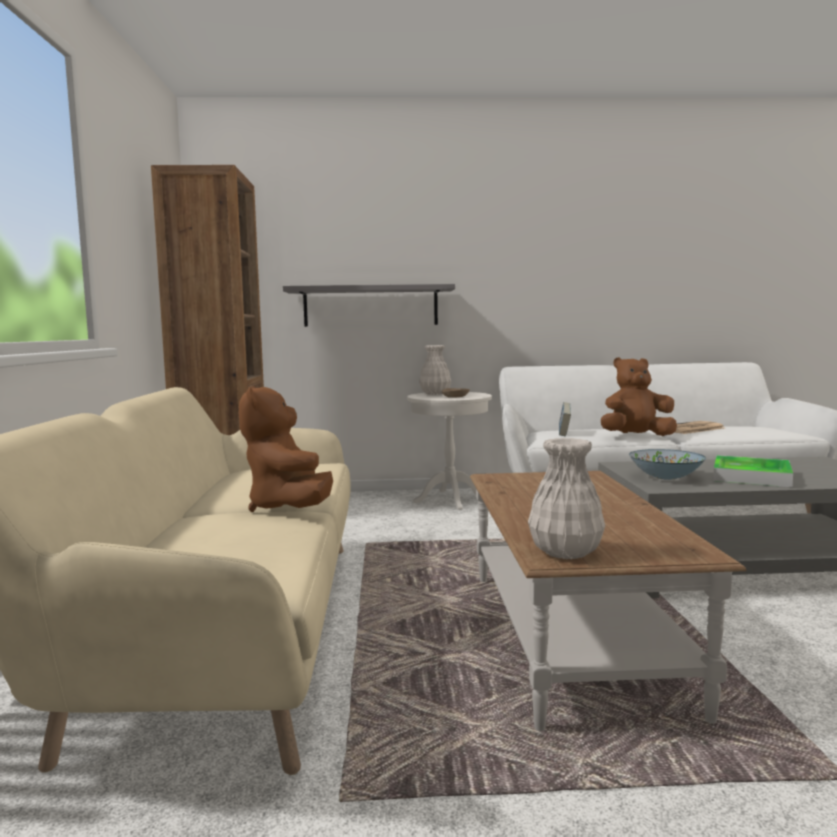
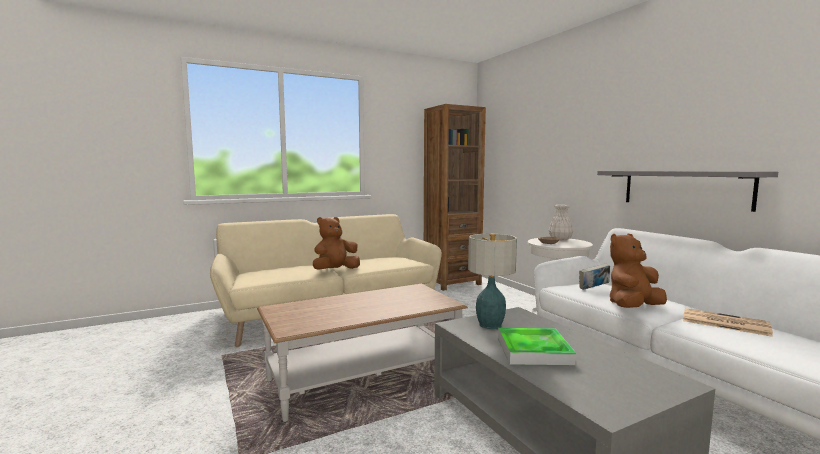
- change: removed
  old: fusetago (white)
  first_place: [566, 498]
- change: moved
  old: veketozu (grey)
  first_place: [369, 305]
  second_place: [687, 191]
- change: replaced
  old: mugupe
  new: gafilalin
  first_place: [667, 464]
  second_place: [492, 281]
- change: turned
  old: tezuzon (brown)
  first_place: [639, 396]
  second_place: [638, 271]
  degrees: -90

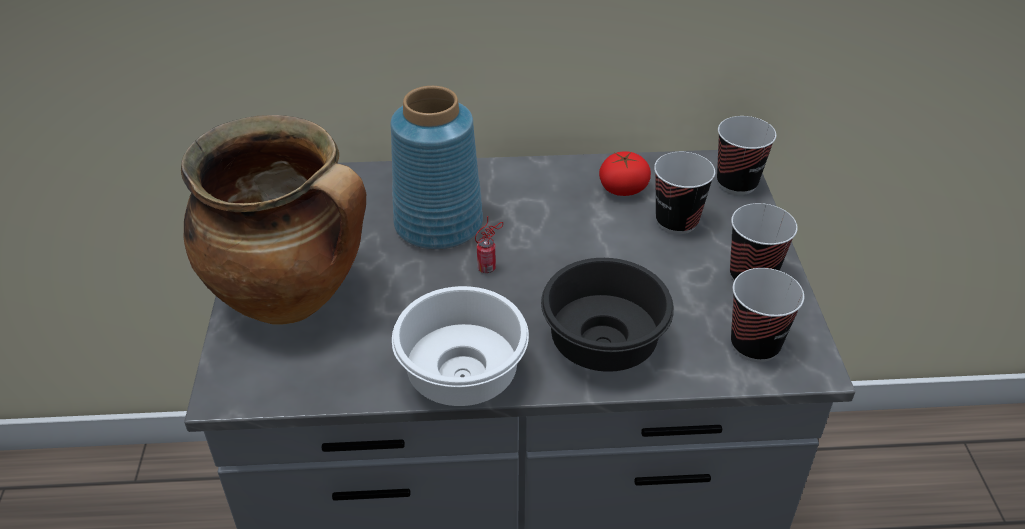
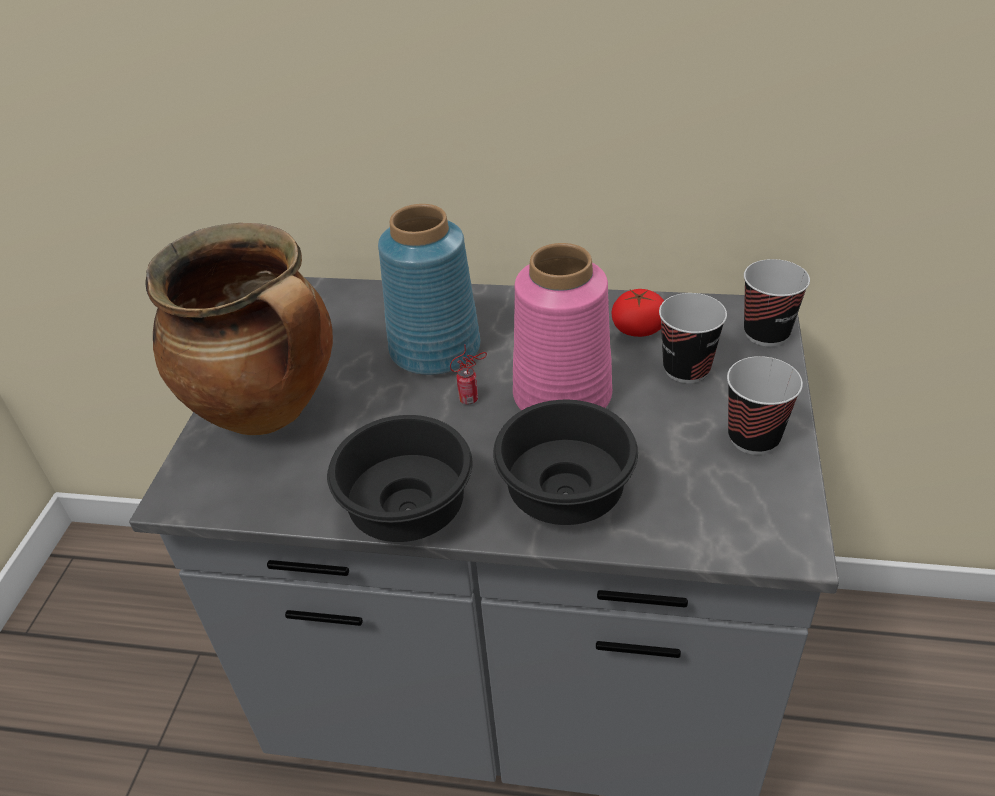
- change: removed
  old: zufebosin
  first_place: [767, 315]
- change: added
  new: fusetago (pink)
  second_place: [562, 327]
- change: recoloured
  old: mugupe (white)
  new: mugupe (black)
  first_place: [460, 346]
  second_place: [399, 478]

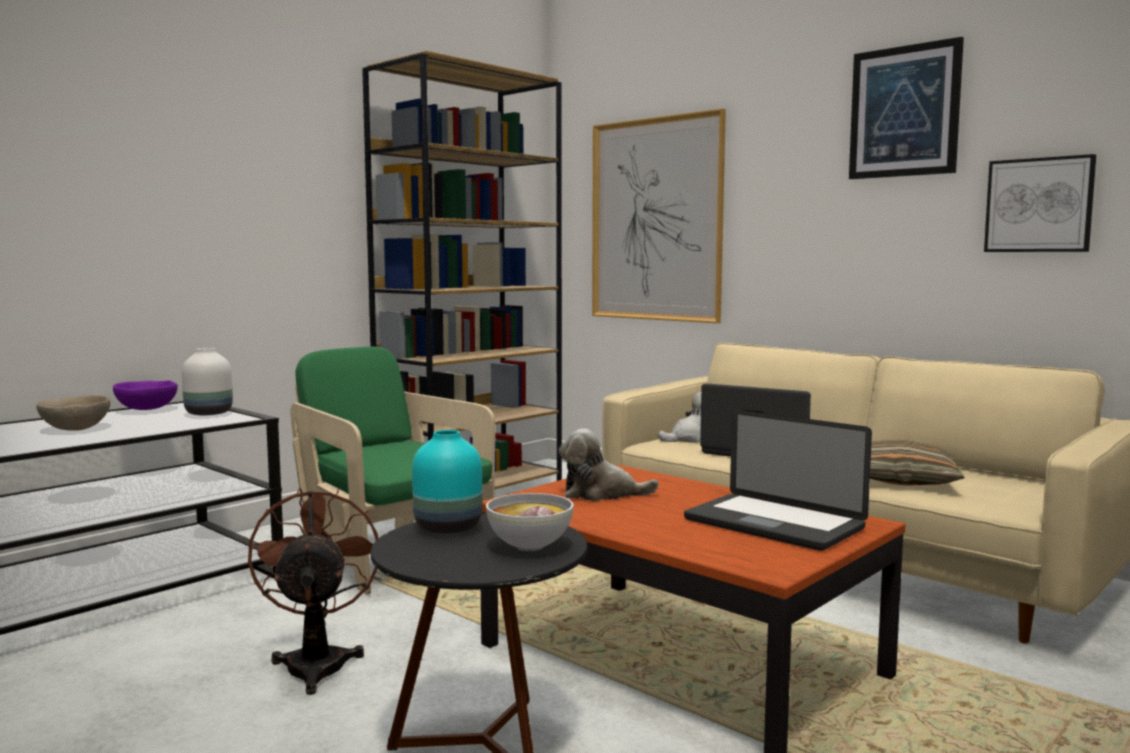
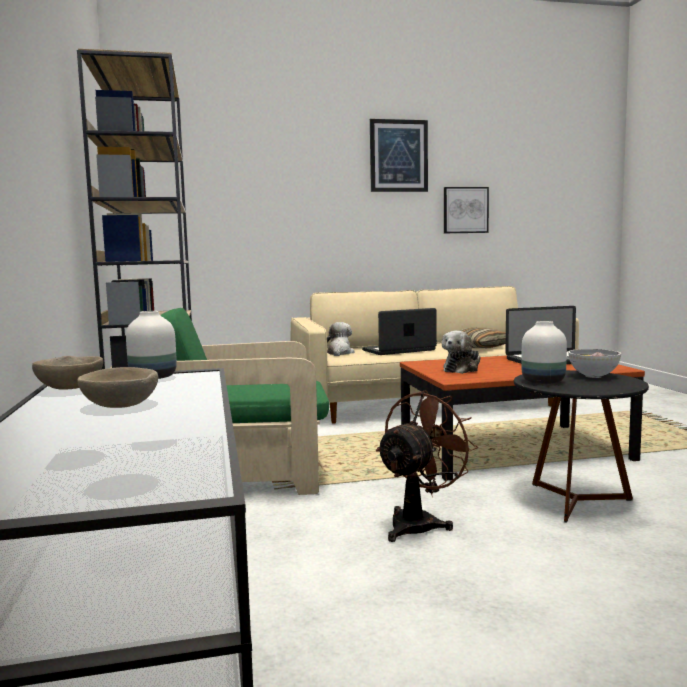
- change: removed
  old: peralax
  first_place: [659, 215]
- change: recoloured
  old: mugupe (purple)
  new: mugupe (beige)
  first_place: [145, 395]
  second_place: [67, 373]
- change: recoloured
  old: fusetago (turquoise)
  new: fusetago (white)
  first_place: [447, 482]
  second_place: [544, 352]
- change: turned
  old: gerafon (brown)
  first_place: [313, 591]
  second_place: [427, 466]
  degrees: 105

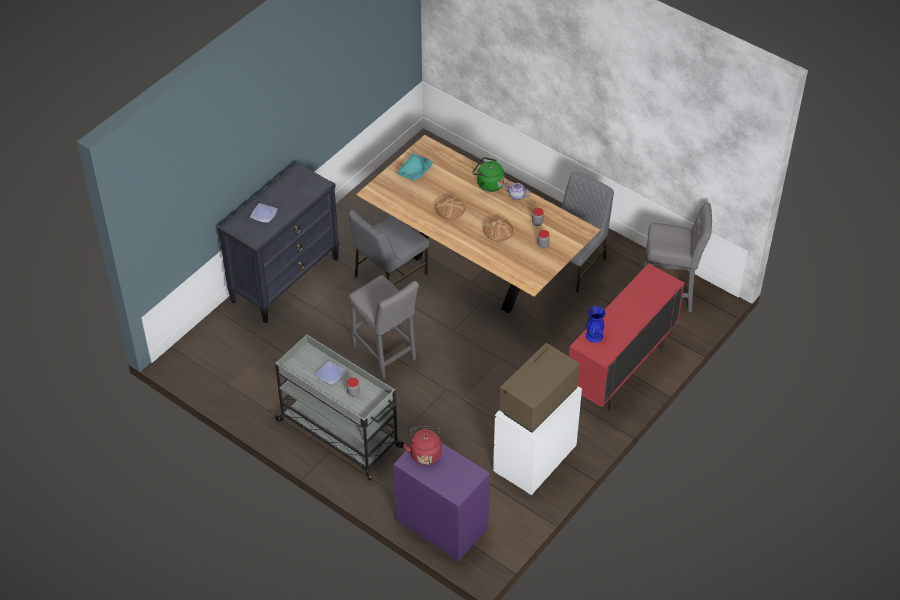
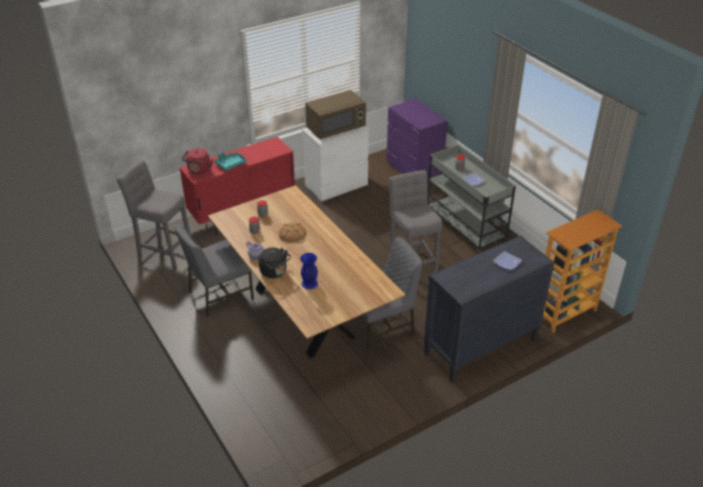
- change: removed
  old: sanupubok
  first_place: [450, 208]
- change: added
  new: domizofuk
  second_place: [582, 271]
- change: moved
  old: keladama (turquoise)
  first_place: [415, 167]
  second_place: [230, 161]
- change: moved
  old: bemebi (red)
  first_place: [422, 445]
  second_place: [197, 161]
- change: moved
  old: fusetago (blue)
  first_place: [595, 324]
  second_place: [309, 271]
- change: recoloured
  old: bemebi (green)
  new: bemebi (black)
  first_place: [488, 174]
  second_place: [275, 262]

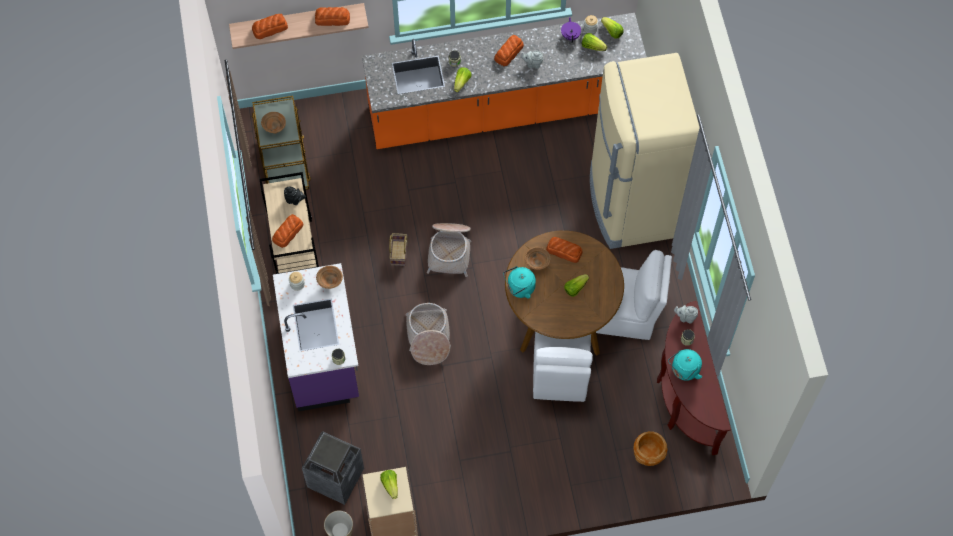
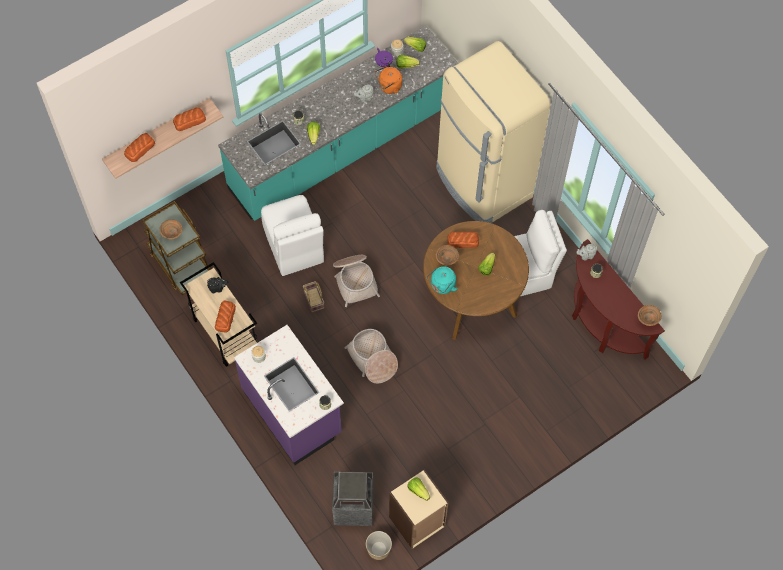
- change: removed
  old: sanupubok
  first_place: [509, 50]
- change: removed
  old: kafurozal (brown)
  first_place: [650, 448]
- change: removed
  old: bemebi (turquoise)
  first_place: [685, 365]
- change: added
  new: bemebi (orange)
  second_place: [388, 80]
- change: moved
  old: mugupe (brown)
  first_place: [329, 277]
  second_place: [650, 315]
- change: moved
  old: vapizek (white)
  first_place: [563, 367]
  second_place: [292, 235]
- change: recoloured
  old: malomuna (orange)
  new: malomuna (turquoise)
  first_place: [504, 81]
  second_place: [338, 123]

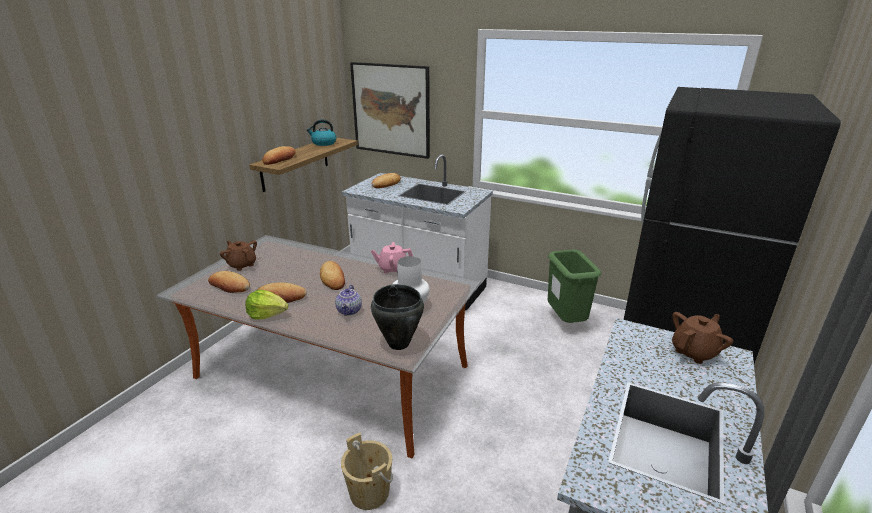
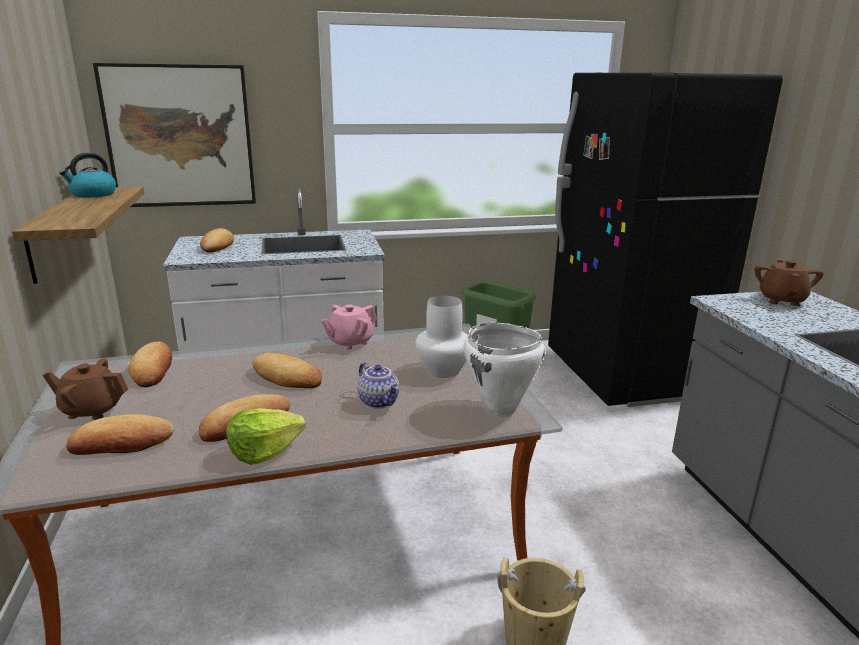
- change: moved
  old: sanupubok
  first_place: [279, 155]
  second_place: [150, 364]
- change: recoloured
  old: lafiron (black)
  new: lafiron (white)
  first_place: [397, 317]
  second_place: [504, 370]

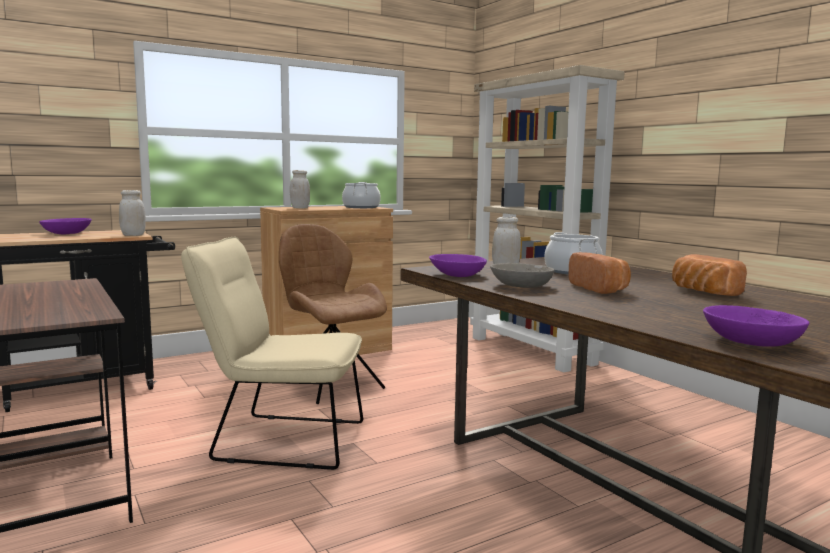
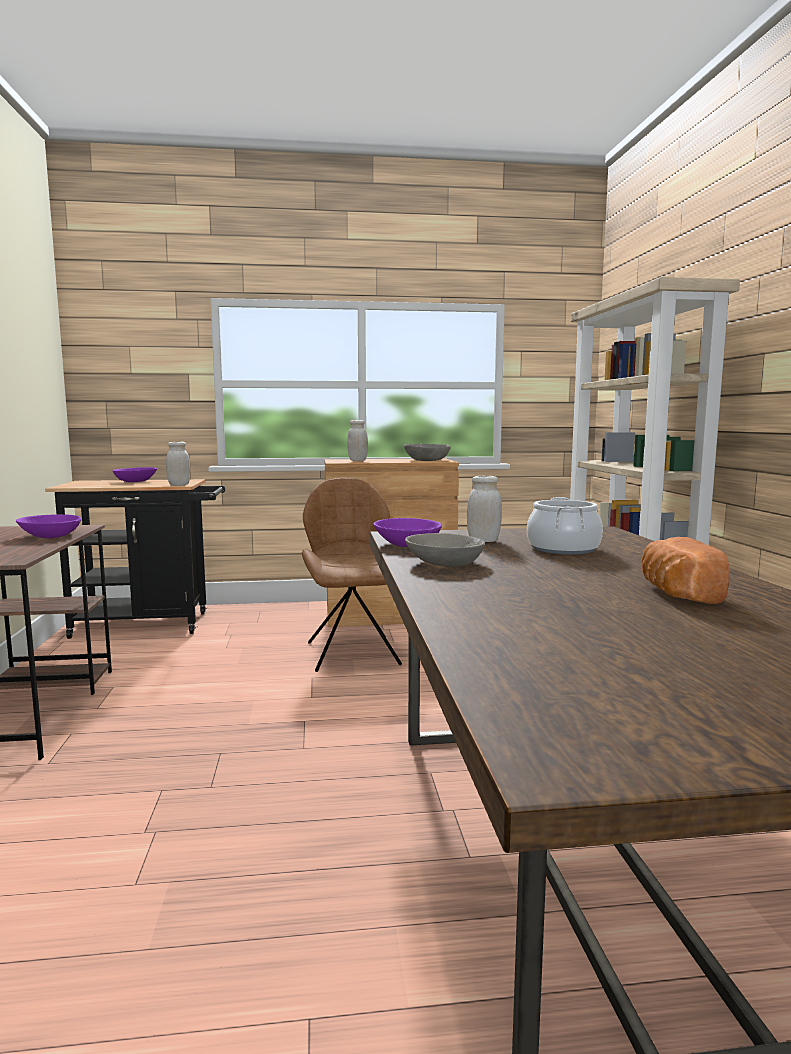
- change: removed
  old: vapizek (beige)
  first_place: [272, 353]
- change: removed
  old: sanupubok
  first_place: [600, 273]
- change: moved
  old: mugupe (purple)
  first_place: [756, 326]
  second_place: [48, 526]
- change: replaced
  old: lafiron
  new: mugupe (grey)
  first_place: [361, 195]
  second_place: [427, 452]

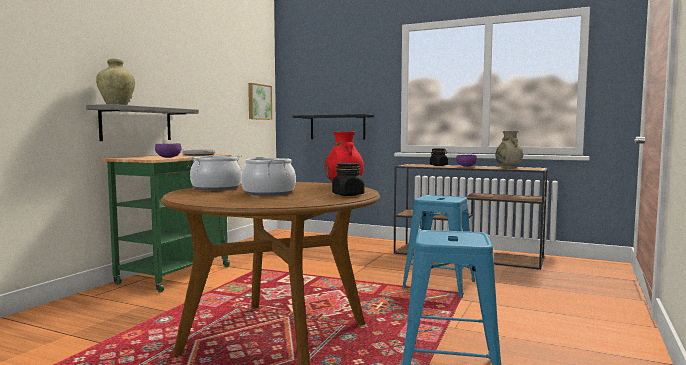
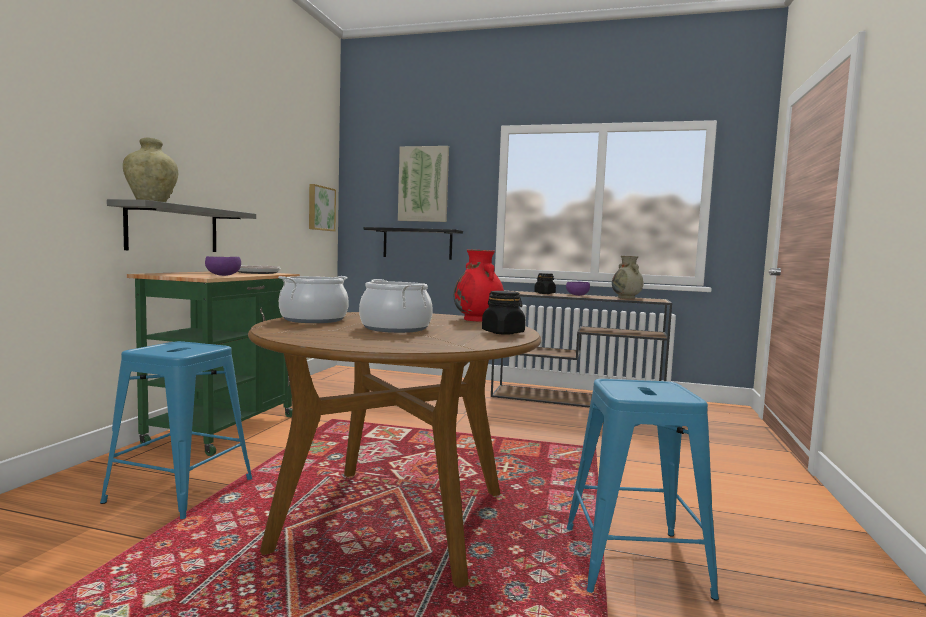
- change: added
  new: peralax
  second_place: [423, 184]
- change: moved
  old: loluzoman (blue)
  first_place: [438, 246]
  second_place: [176, 430]

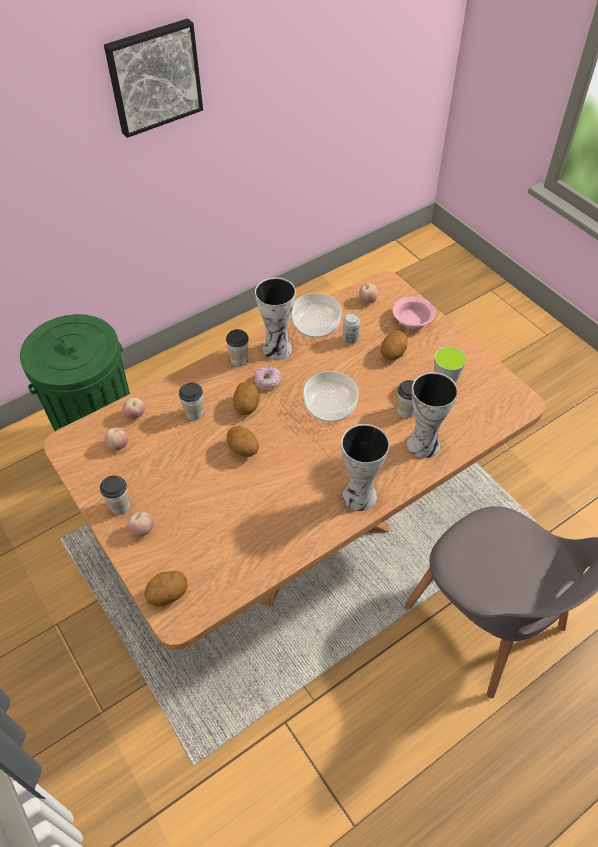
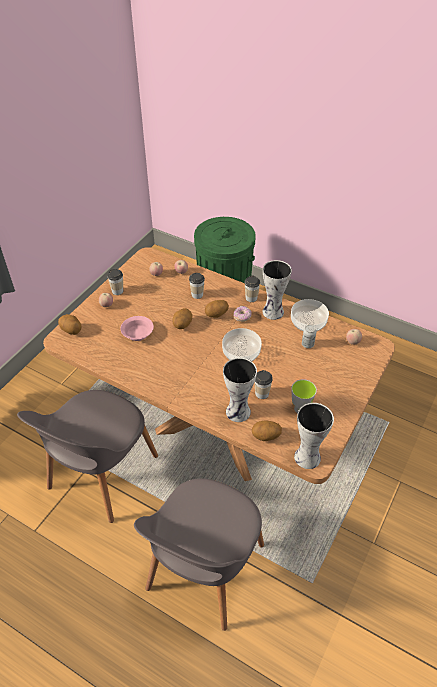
- change: removed
  old: peralax
  first_place: [153, 78]
- change: added
  new: vapizek (grey)
  second_place: [87, 456]
- change: moved
  old: fusetago
  first_place: [365, 467]
  second_place: [314, 436]
- change: moved
  old: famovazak
  first_place: [394, 345]
  second_place: [267, 430]
- change: moved
  old: mugupe (pink)
  first_place: [414, 312]
  second_place: [137, 328]

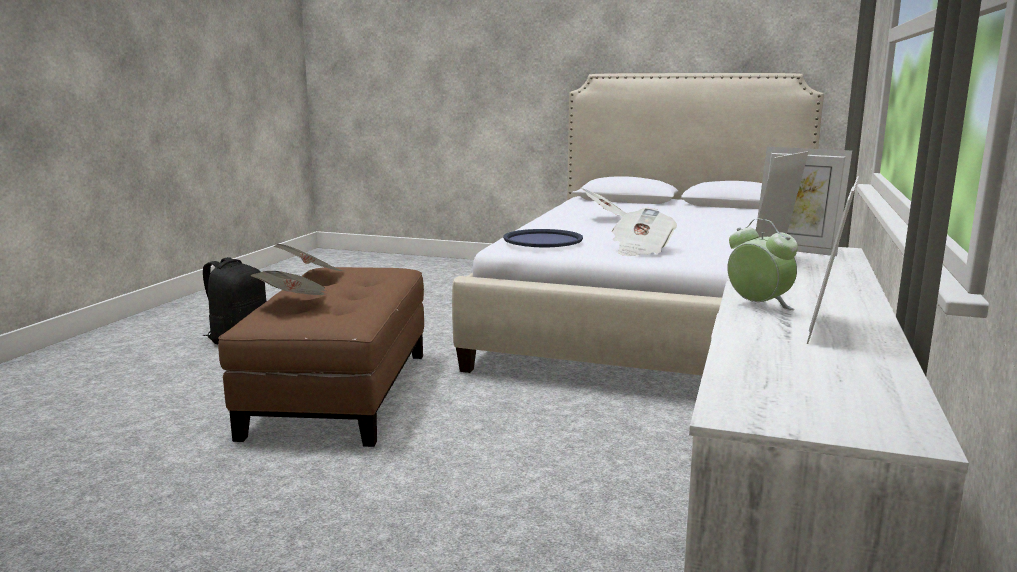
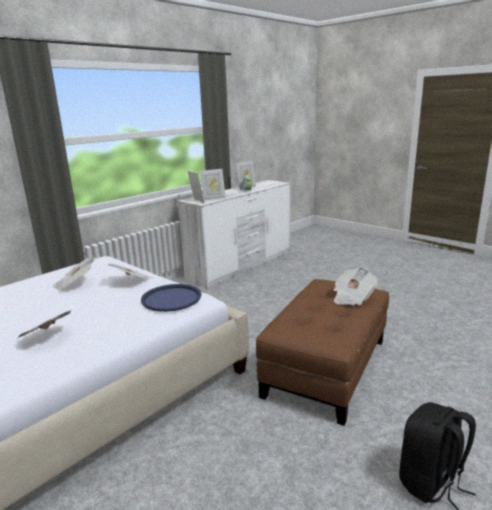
- change: moved
  old: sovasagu
  first_place: [309, 257]
  second_place: [74, 274]

